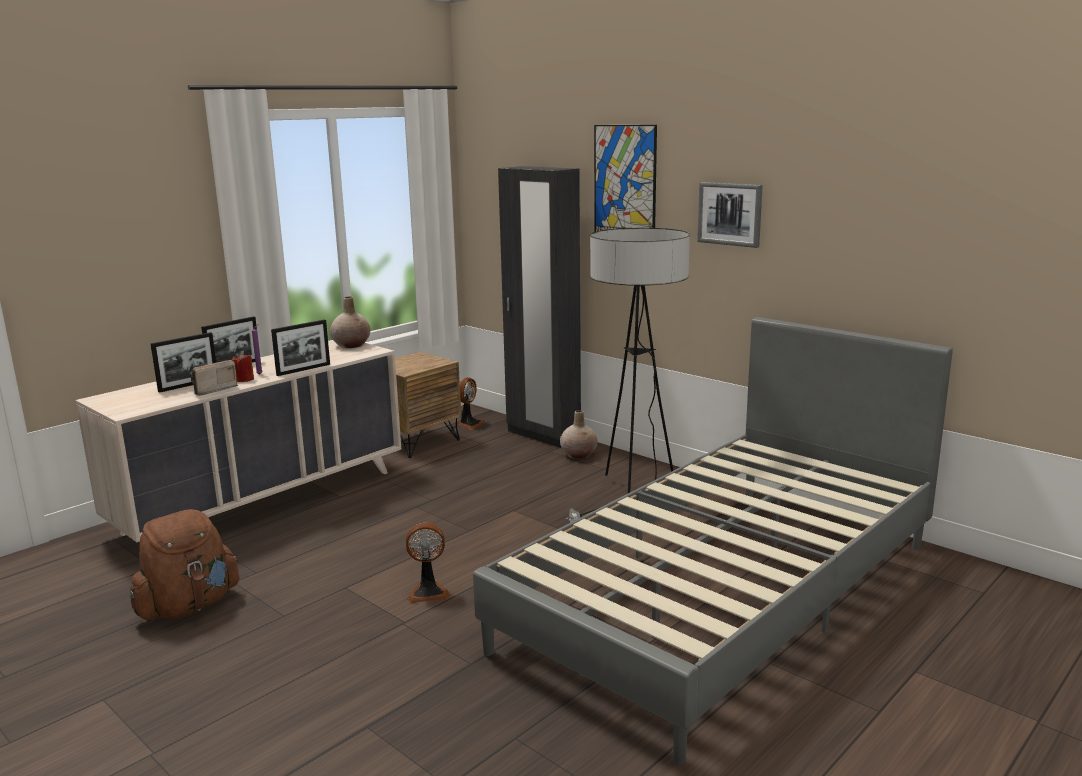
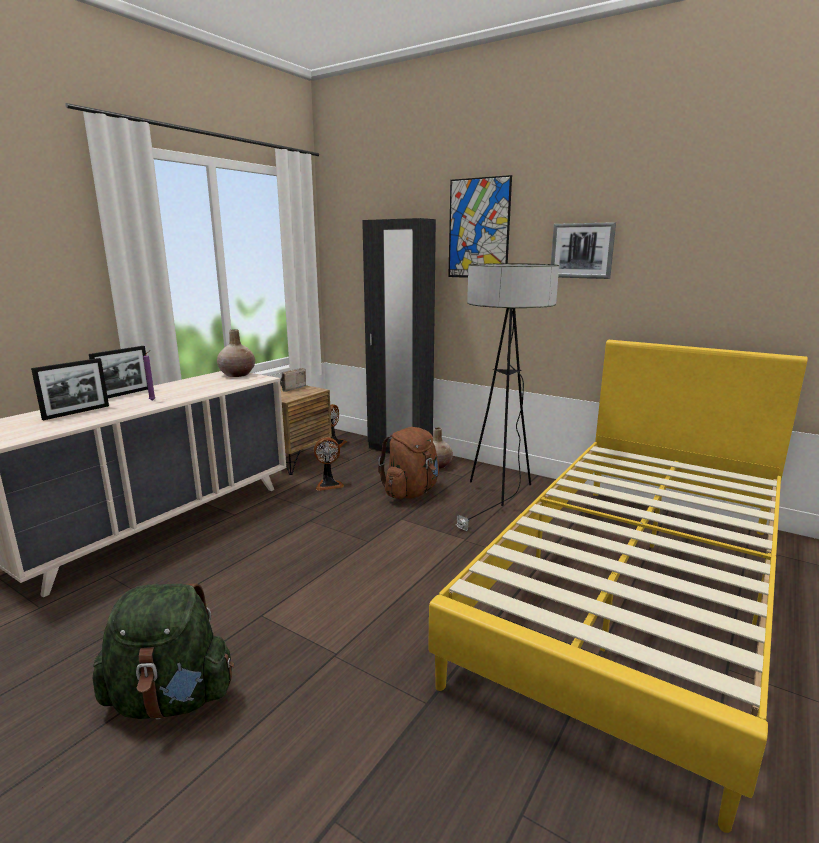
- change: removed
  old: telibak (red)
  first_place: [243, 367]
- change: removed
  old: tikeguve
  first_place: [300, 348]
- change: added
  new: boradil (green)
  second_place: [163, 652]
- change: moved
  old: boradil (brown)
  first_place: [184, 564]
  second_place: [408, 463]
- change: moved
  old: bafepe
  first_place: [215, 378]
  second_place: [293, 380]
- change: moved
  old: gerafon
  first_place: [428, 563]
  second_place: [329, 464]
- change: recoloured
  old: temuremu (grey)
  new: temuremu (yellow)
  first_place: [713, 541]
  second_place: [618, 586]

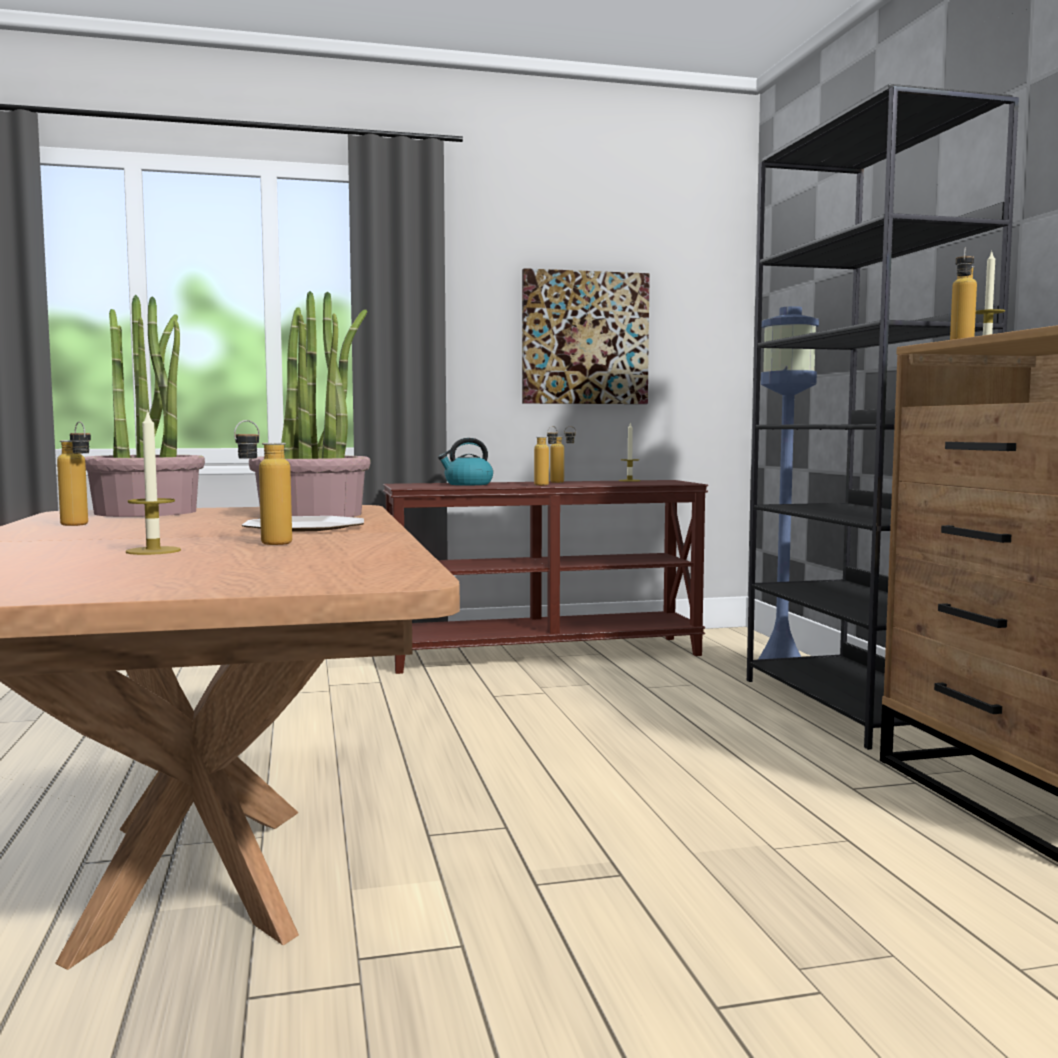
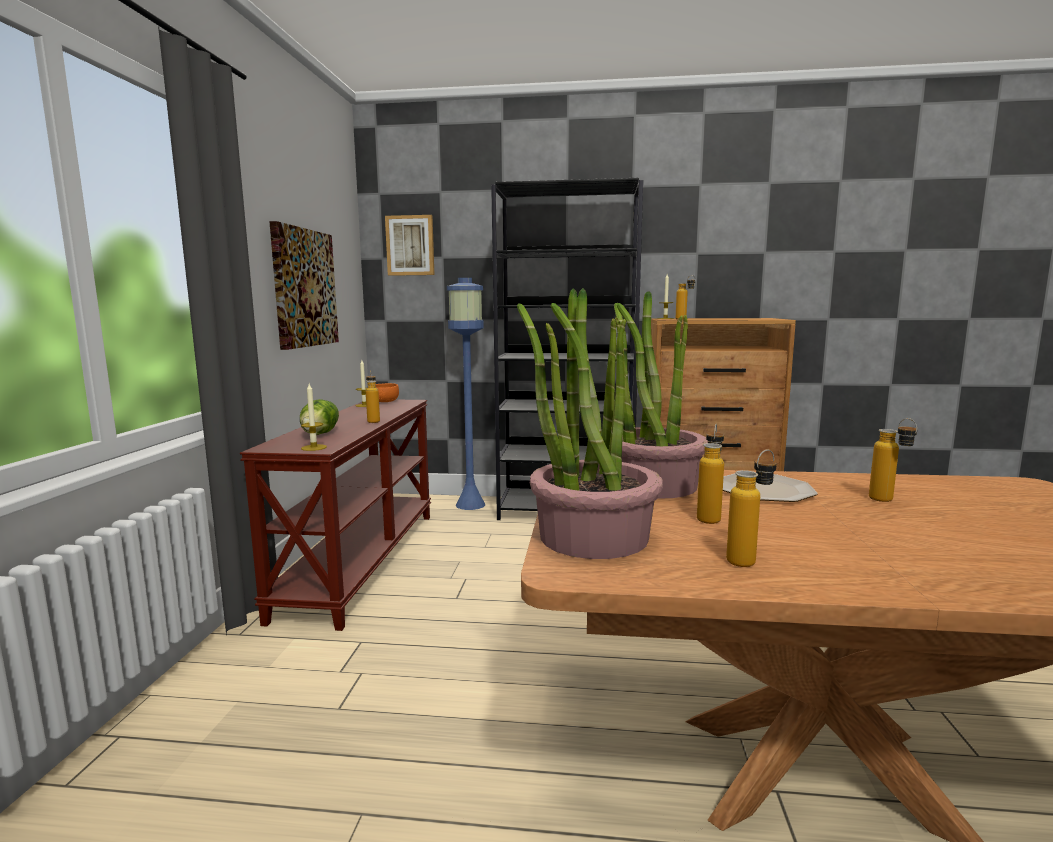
- change: added
  new: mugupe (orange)
  second_place: [387, 392]
- change: added
  new: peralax
  second_place: [410, 245]
- change: moved
  old: telibak
  first_place: [153, 482]
  second_place: [314, 417]
- change: moved
  old: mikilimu
  first_place: [563, 454]
  second_place: [710, 474]
- change: replaced
  old: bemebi
  new: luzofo
  first_place: [465, 461]
  second_place: [319, 417]

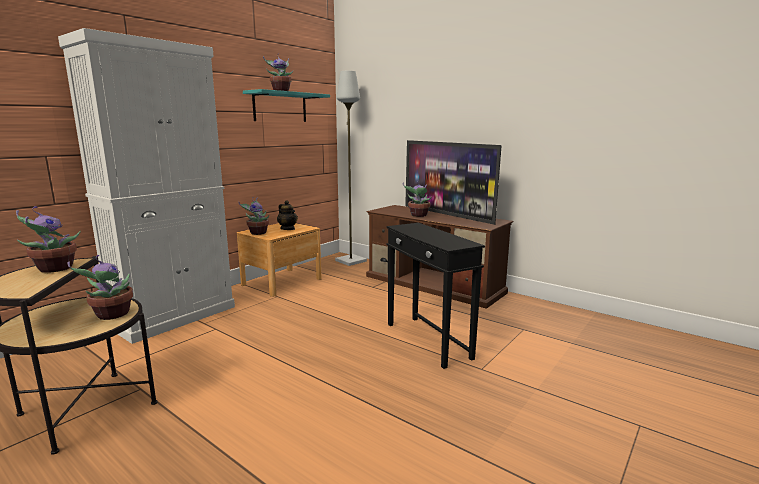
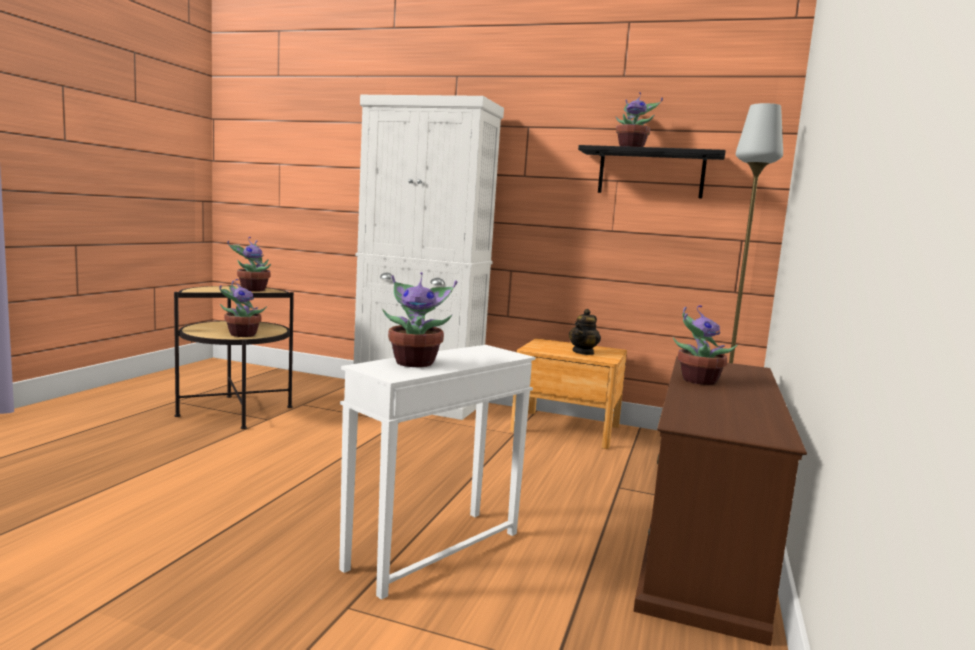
- change: removed
  old: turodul
  first_place: [453, 182]
- change: moved
  old: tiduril
  first_place: [253, 216]
  second_place: [419, 319]
- change: recoloured
  old: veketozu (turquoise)
  new: veketozu (black)
  first_place: [286, 105]
  second_place: [652, 171]
- change: recoloured
  old: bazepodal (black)
  new: bazepodal (white)
  first_place: [435, 296]
  second_place: [437, 472]

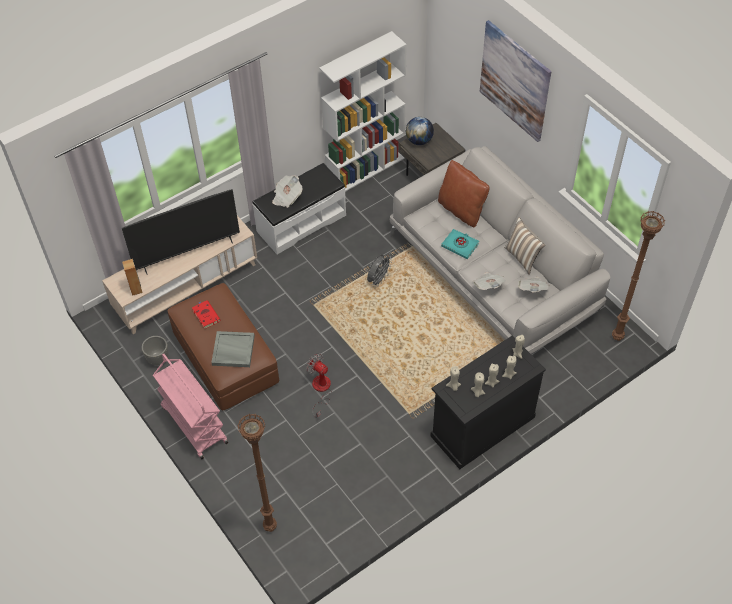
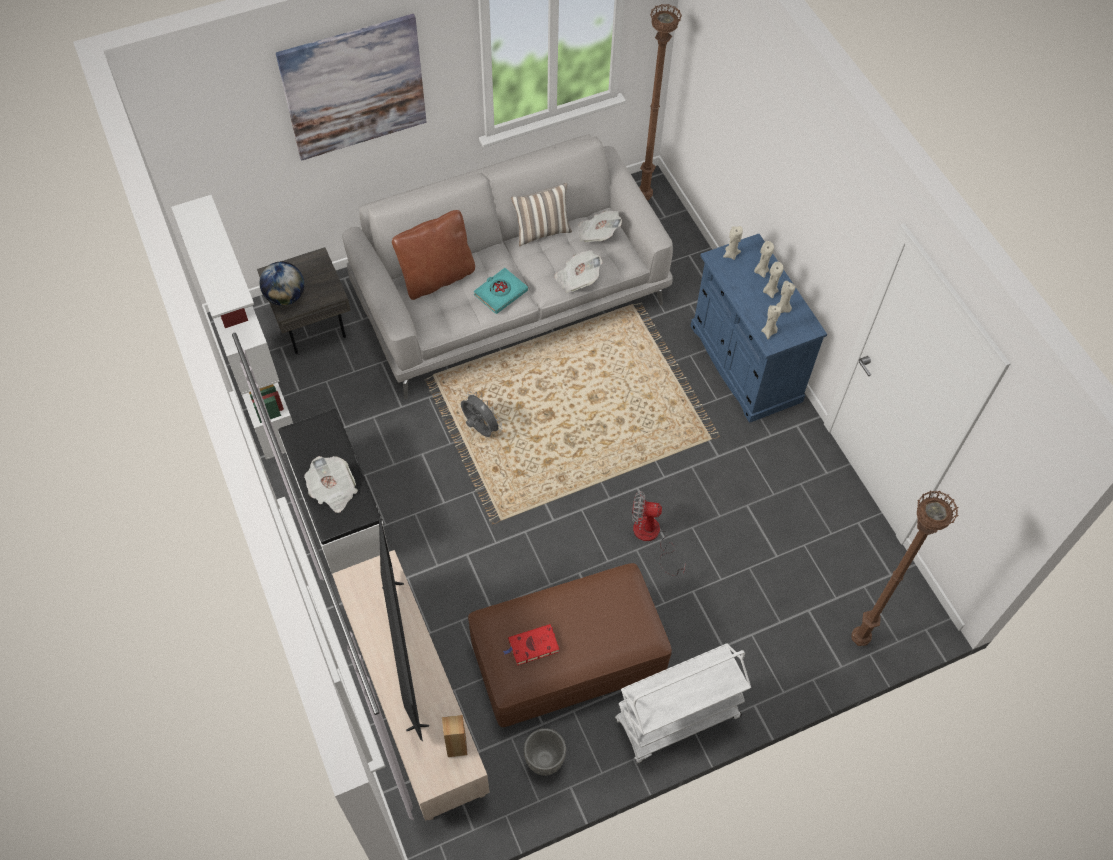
- change: removed
  old: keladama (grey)
  first_place: [233, 349]
- change: recoloured
  old: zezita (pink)
  new: zezita (white)
  first_place: [190, 406]
  second_place: [683, 703]
- change: recoloured
  old: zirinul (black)
  new: zirinul (blue)
  first_place: [488, 402]
  second_place: [759, 328]
- change: turned
  old: gerafon
  first_place: [319, 385]
  second_place: [658, 533]
  degrees: 45

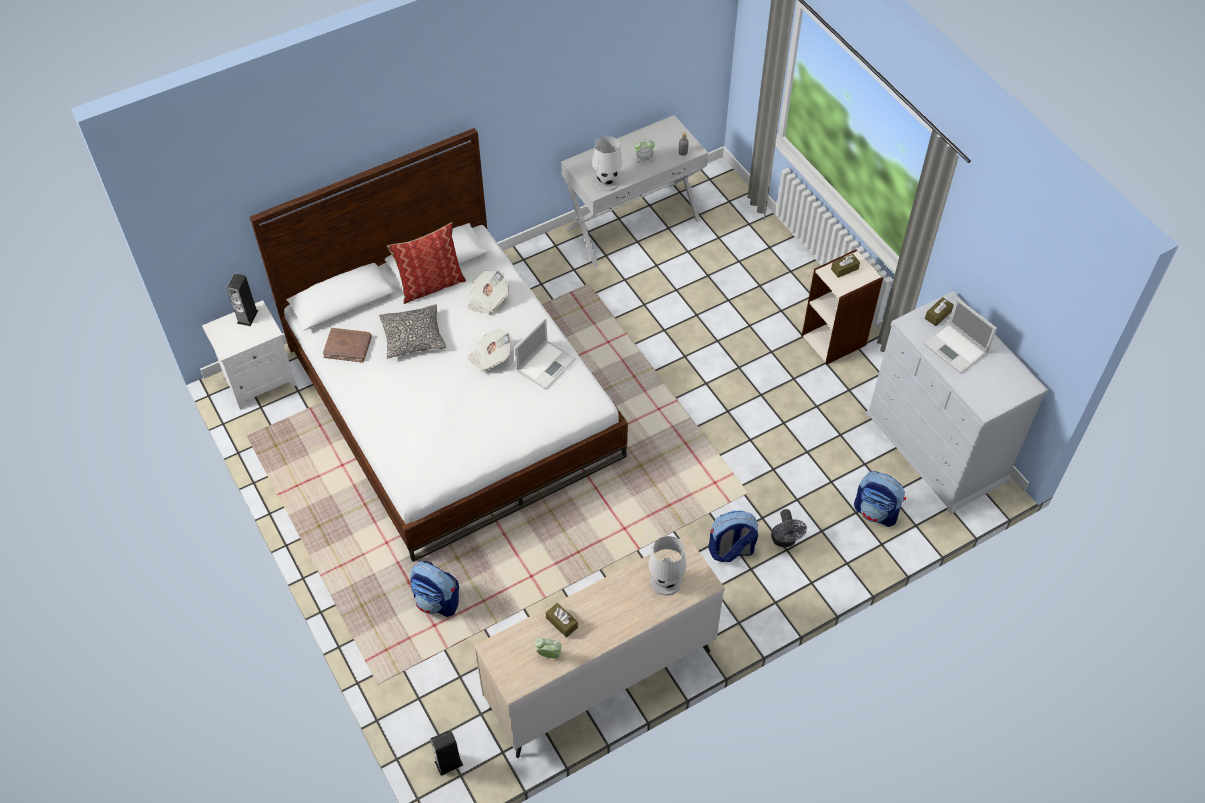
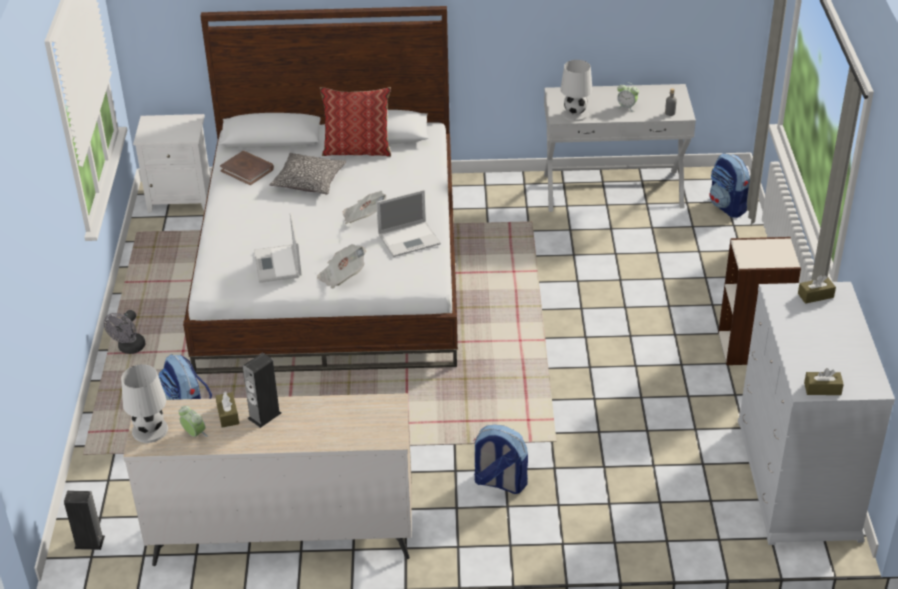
- change: moved
  old: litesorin
  first_place: [242, 300]
  second_place: [261, 390]
- change: moved
  old: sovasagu
  first_place: [488, 292]
  second_place: [341, 266]
- change: moved
  old: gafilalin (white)
  first_place: [667, 566]
  second_place: [144, 403]
- change: moved
  old: gerafon (grey)
  first_place: [789, 528]
  second_place: [124, 332]
- change: moved
  old: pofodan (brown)
  first_place: [845, 266]
  second_place: [824, 381]
- change: moved
  old: boradil
  first_place: [880, 499]
  second_place: [729, 185]
- change: moved
  old: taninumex
  first_place: [960, 336]
  second_place: [278, 248]

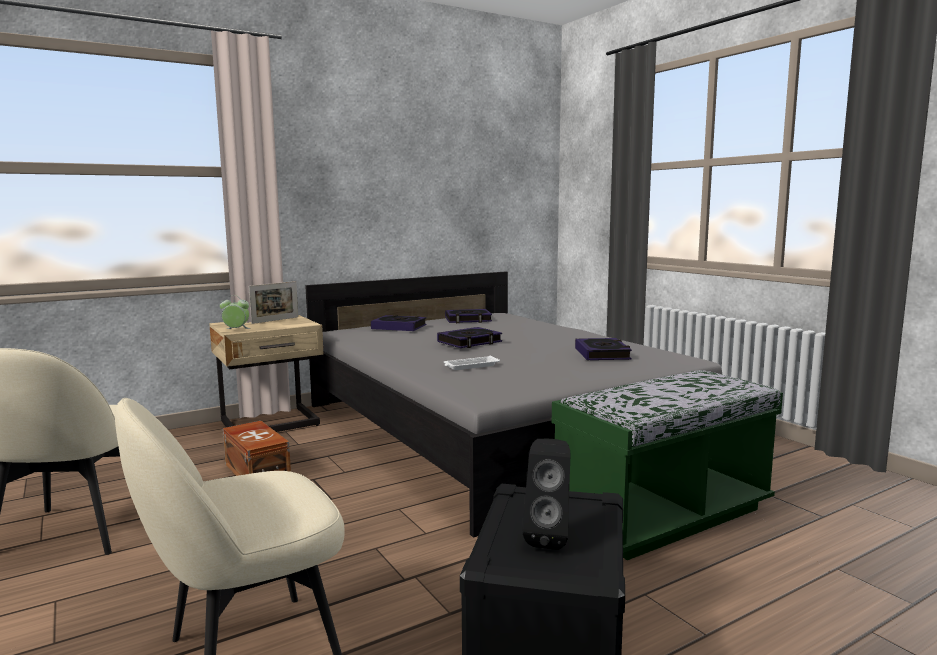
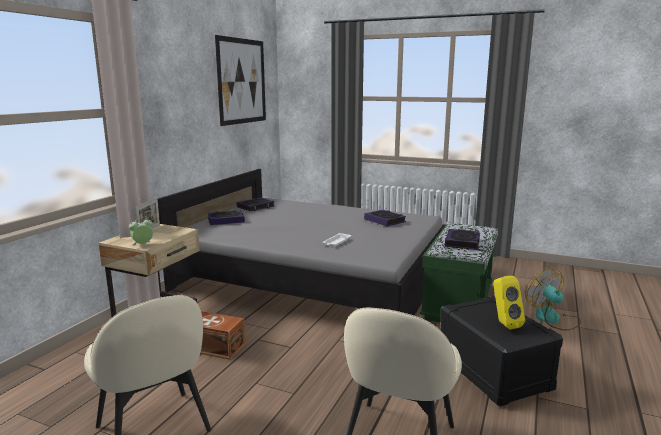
- change: added
  new: peralax
  second_place: [240, 80]
- change: added
  new: gerafon
  second_place: [553, 299]
- change: moved
  old: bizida
  first_place: [469, 337]
  second_place: [462, 239]
- change: recoloured
  old: litesorin (black)
  new: litesorin (yellow)
  first_place: [546, 494]
  second_place: [509, 303]

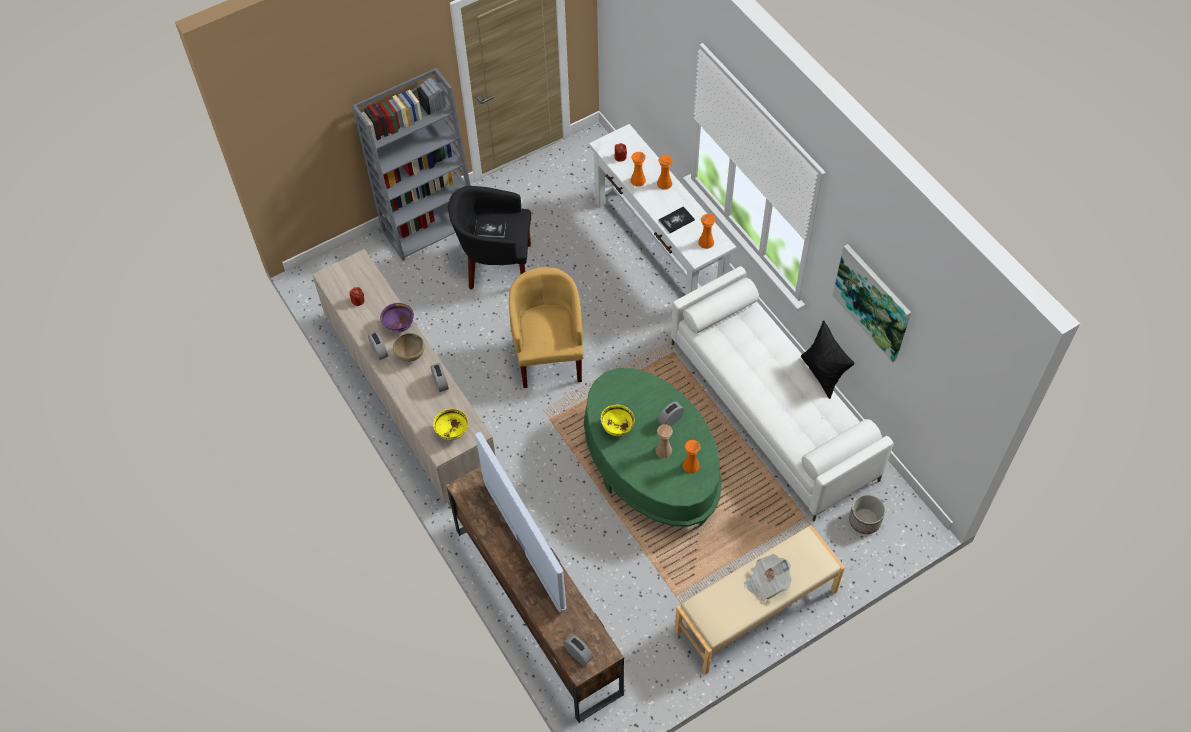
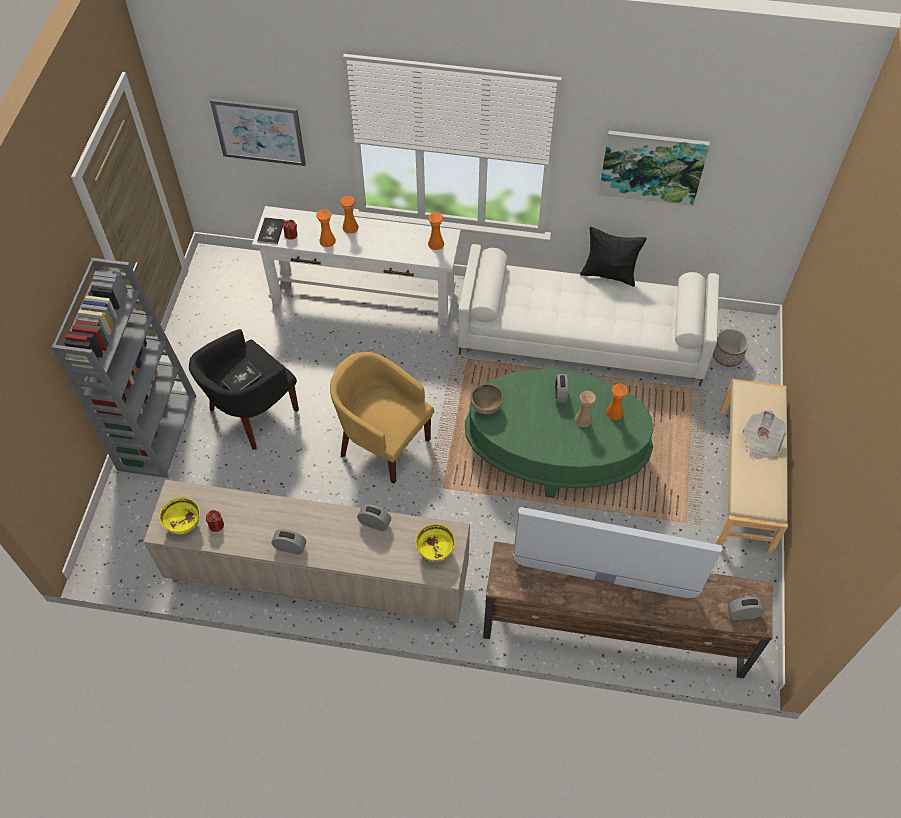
- change: removed
  old: mugupe (purple)
  first_place: [397, 318]
- change: added
  new: peralax
  second_place: [258, 132]
- change: moved
  old: mugupe (brown)
  first_place: [409, 347]
  second_place: [487, 399]
- change: moved
  old: mugupe (yellow)
  first_place: [618, 420]
  second_place: [179, 515]
- change: moved
  old: bizida
  first_place: [677, 220]
  second_place: [271, 231]

